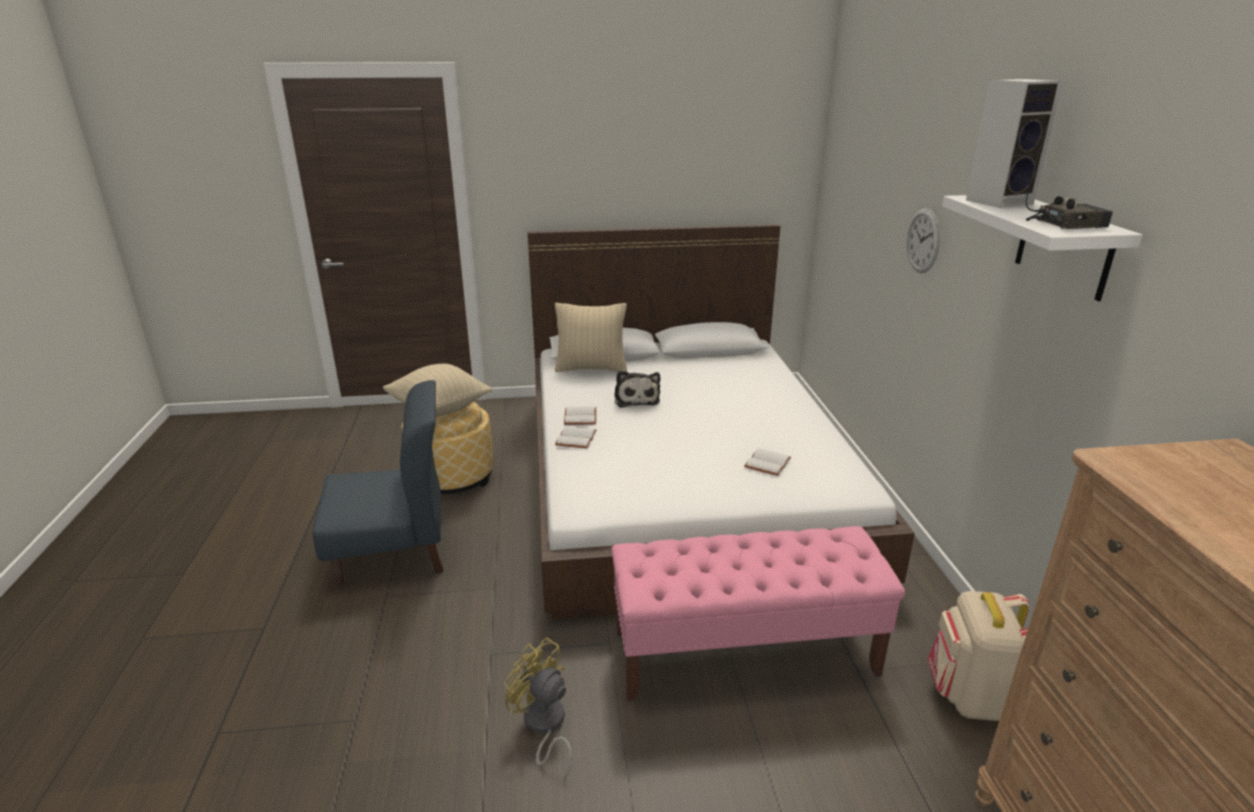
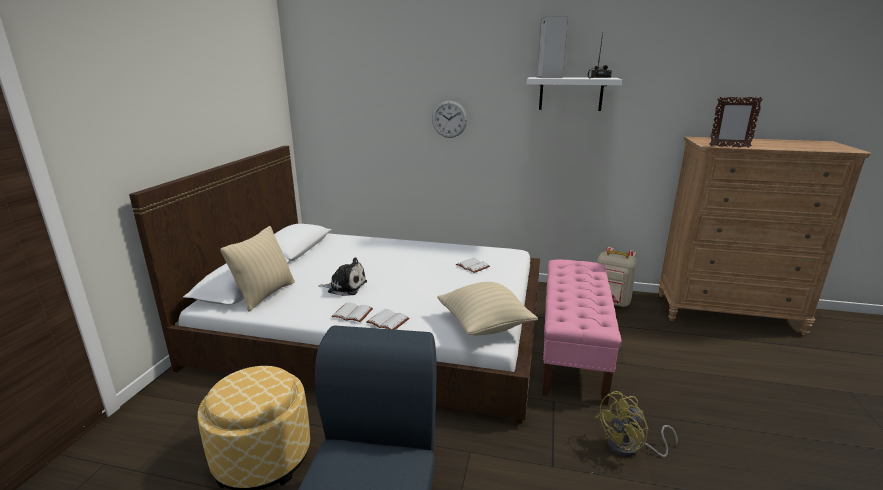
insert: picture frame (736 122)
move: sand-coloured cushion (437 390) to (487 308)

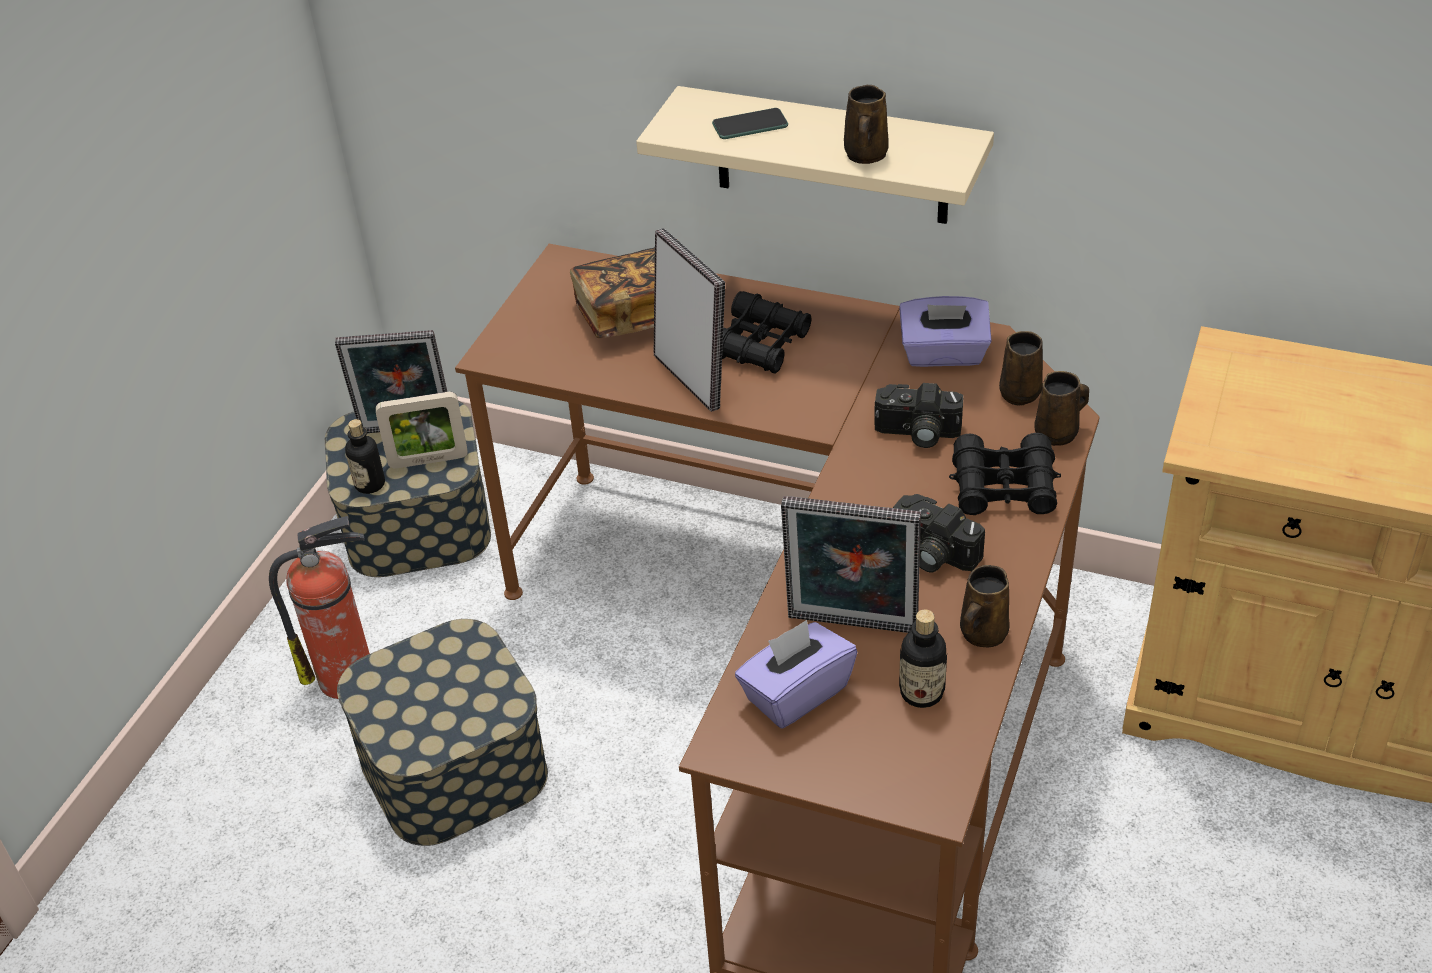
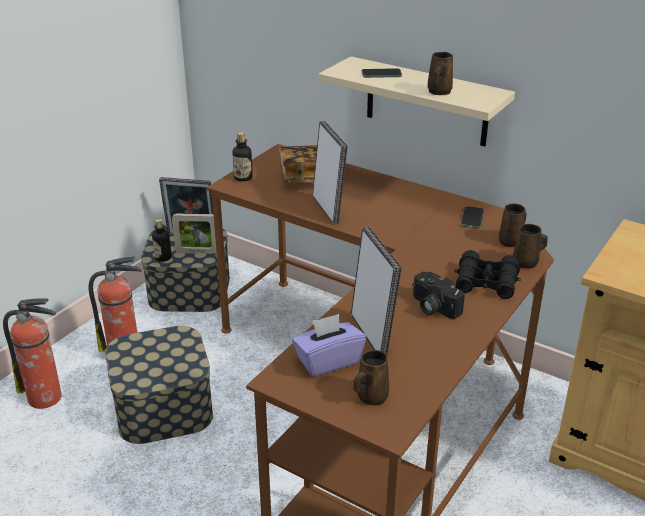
delete: blackish pair of binoculars (766 332); photo camera (919 415)
insert: fire extinguisher (32 353)
move: bottle (923 659) to (243 157); brownish coffee mug (985 606) to (371 377)
replace: purple tissue holder (945 331) to phone (472 217)
rotate: picture frame (851 564) = (376 290) 135 degrees counterclockwise

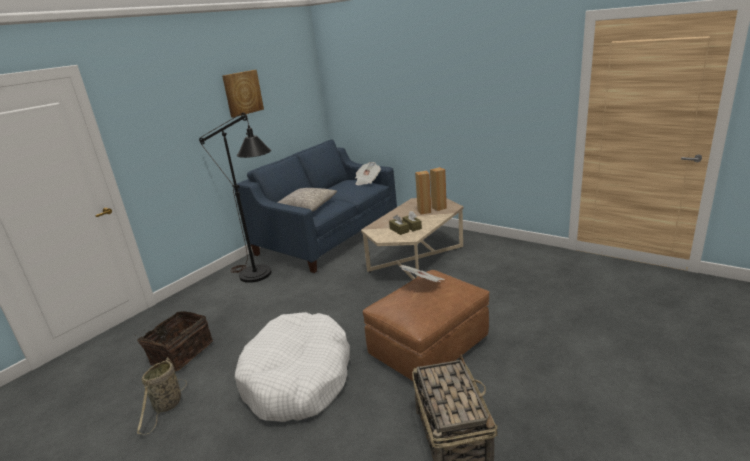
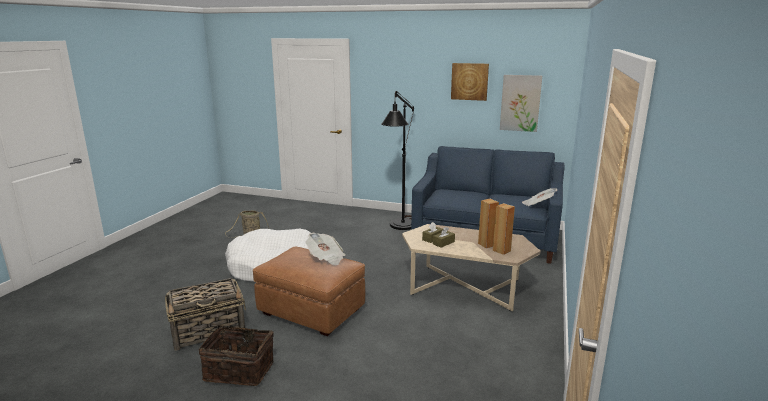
delete: gray cushion (307 200)
insert: wall picture (521 103)
move: basket (174 341) to (236 354)

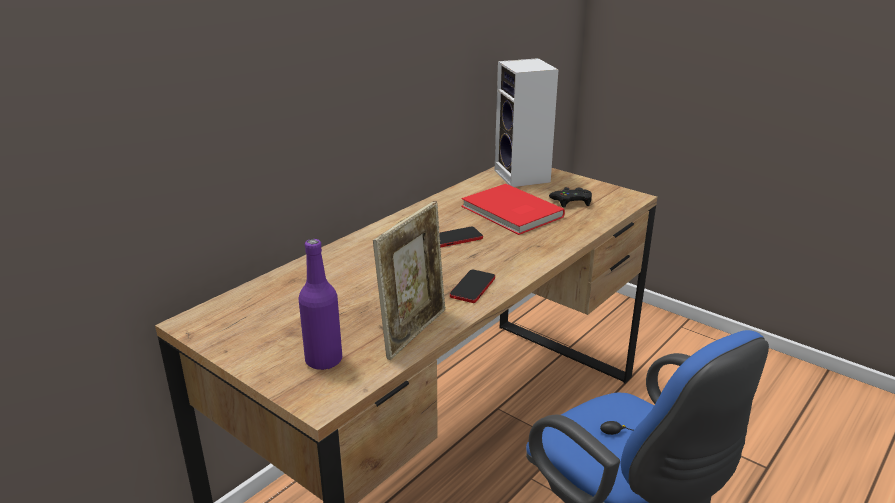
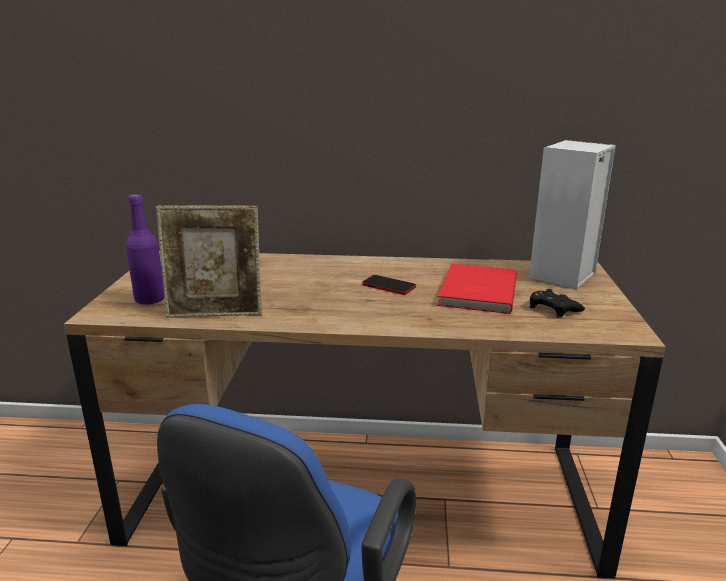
delete: phone (472 286)

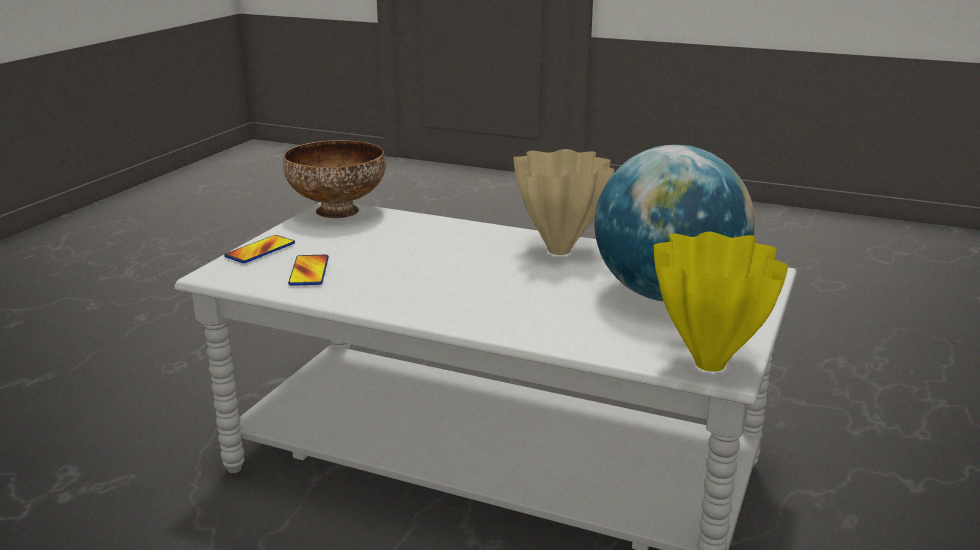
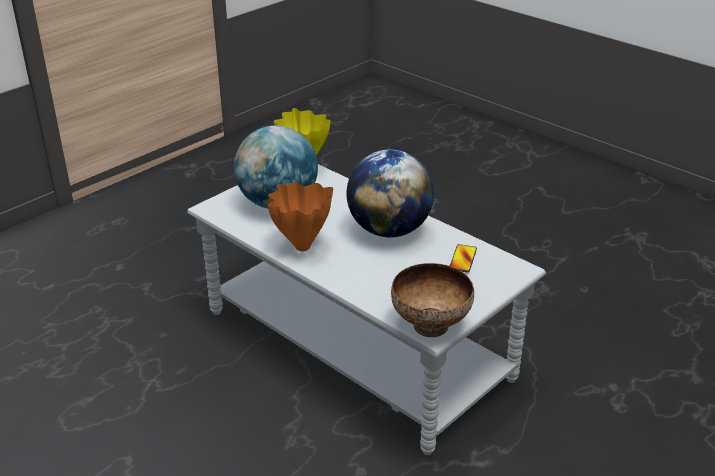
delete: phone (259 249)
insert: globe (390 193)
recolor: sand-coloured vase (563 202) to orange-coloured vase (300 216)

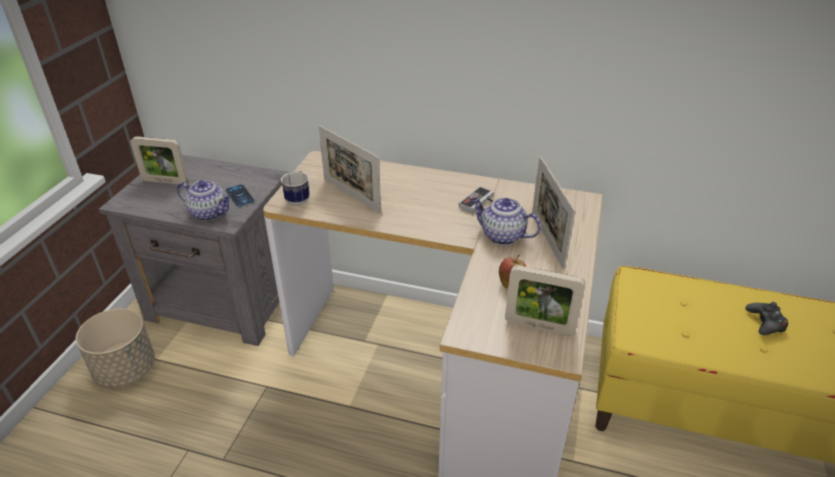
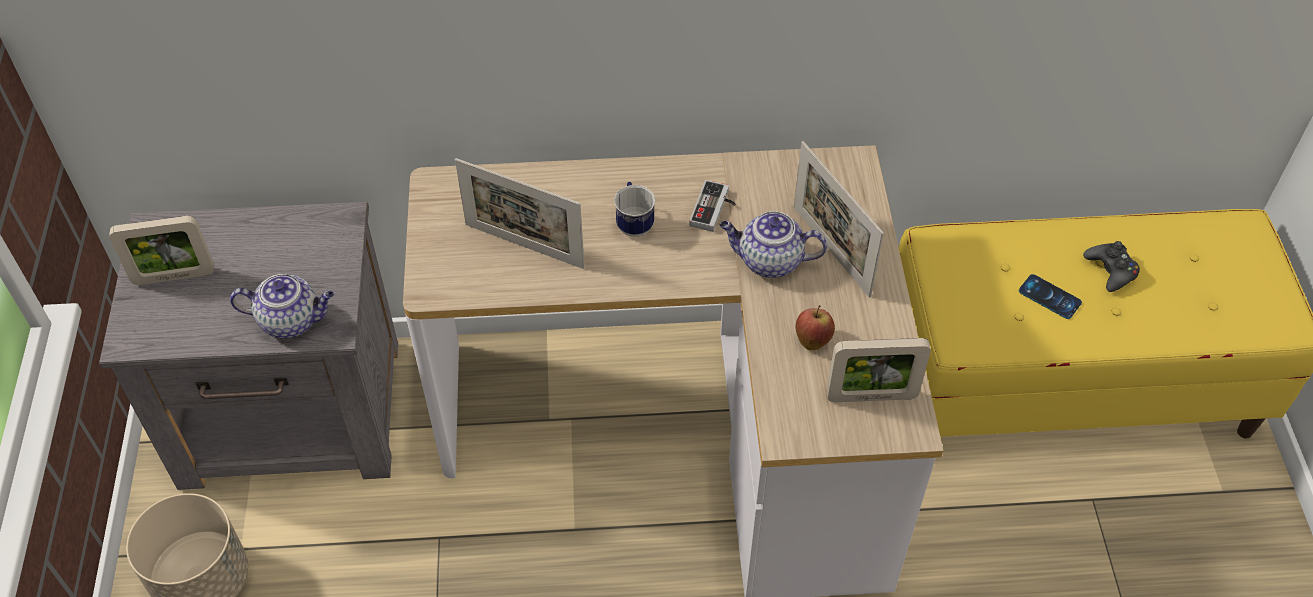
move: phone (240 195) to (1050 296); coffee mug (295 188) to (634 209)

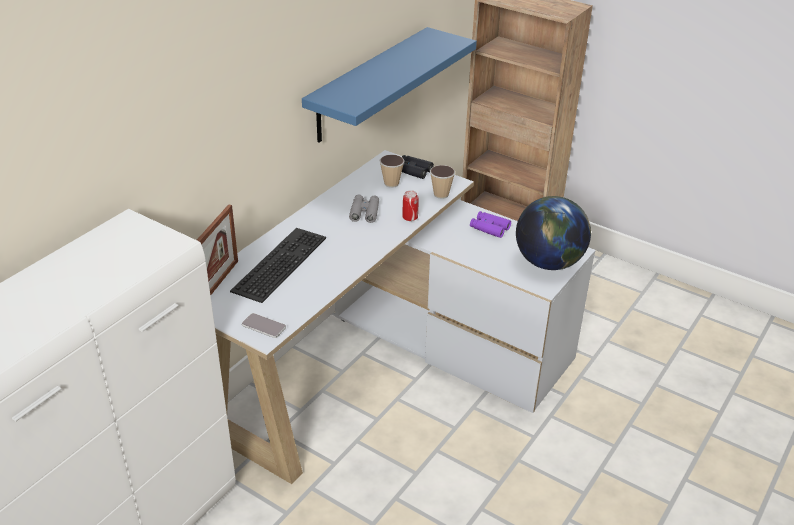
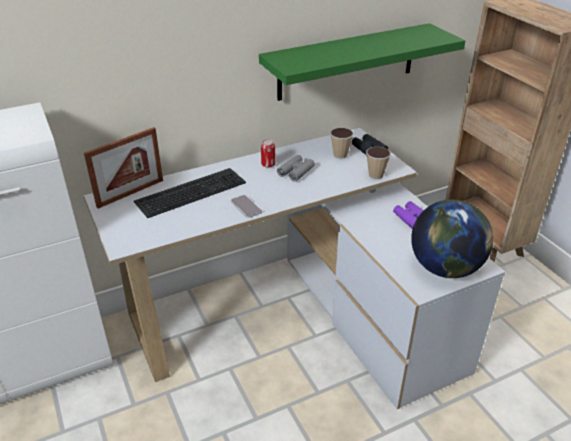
move: phone (264 325) to (246 206); metal can (410 205) to (268 153)
recolor: blue-coloured shelf (389 85) to green-coloured shelf (362 62)

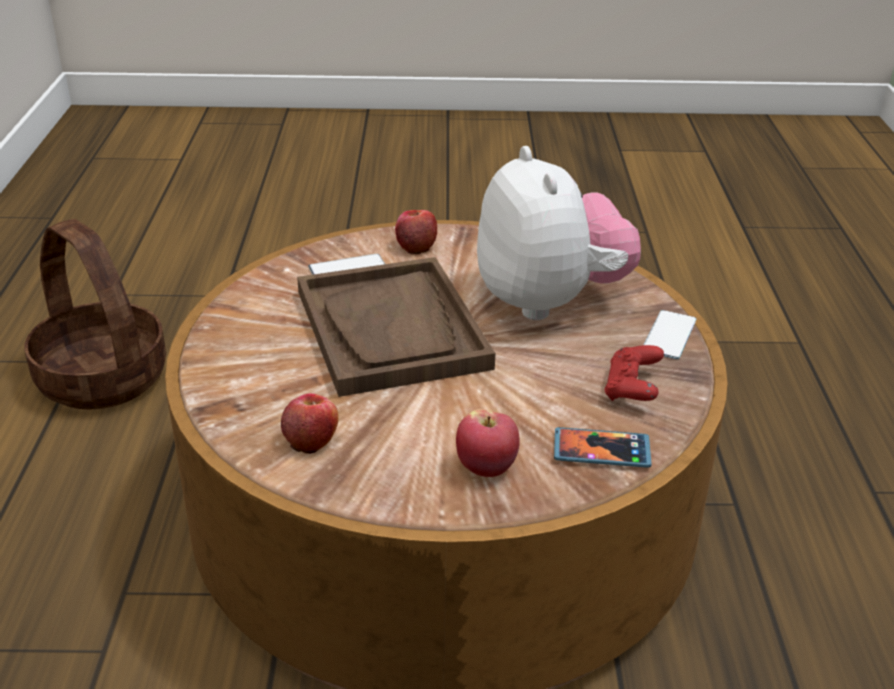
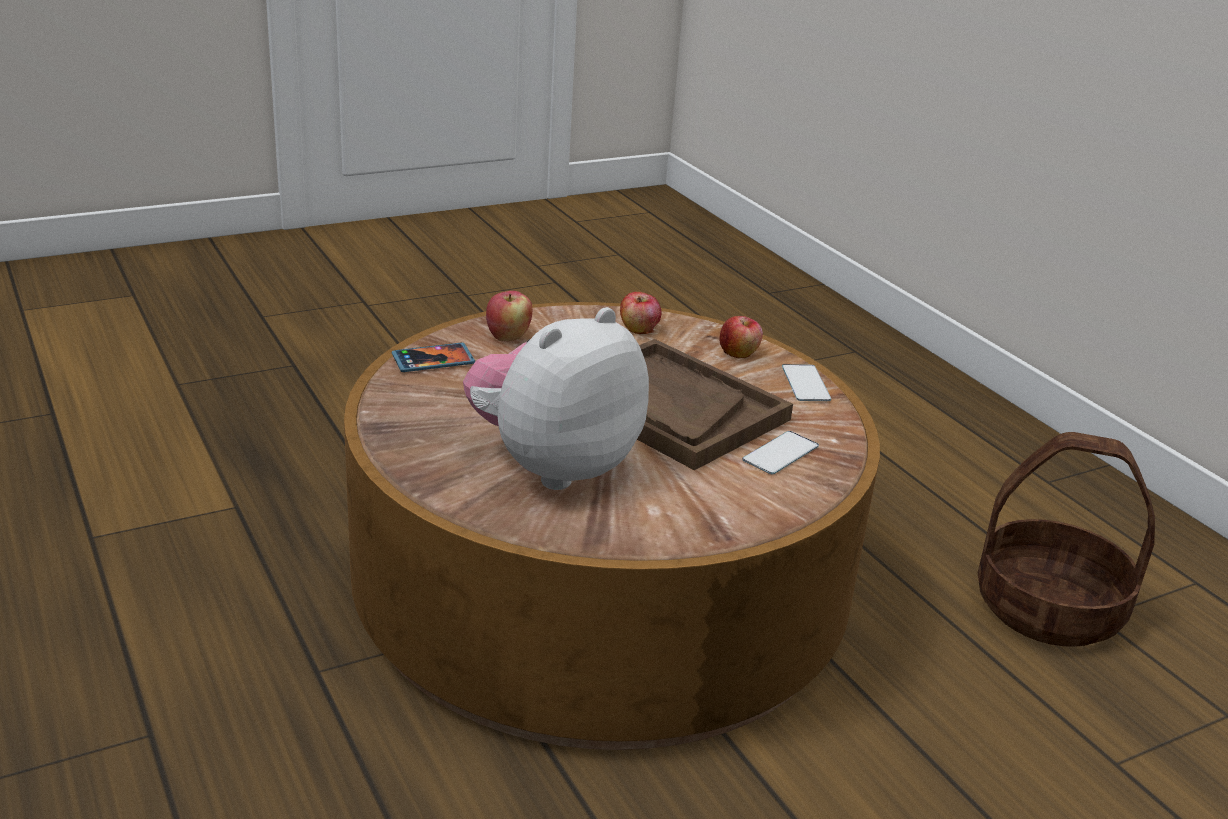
delete: red-coloured game controller (634 373)
move: apple fruit (416 232) to (741 337); phone (670 334) to (806 382)
rotate: plush toy (559 233) = (556 398) 90 degrees clockwise

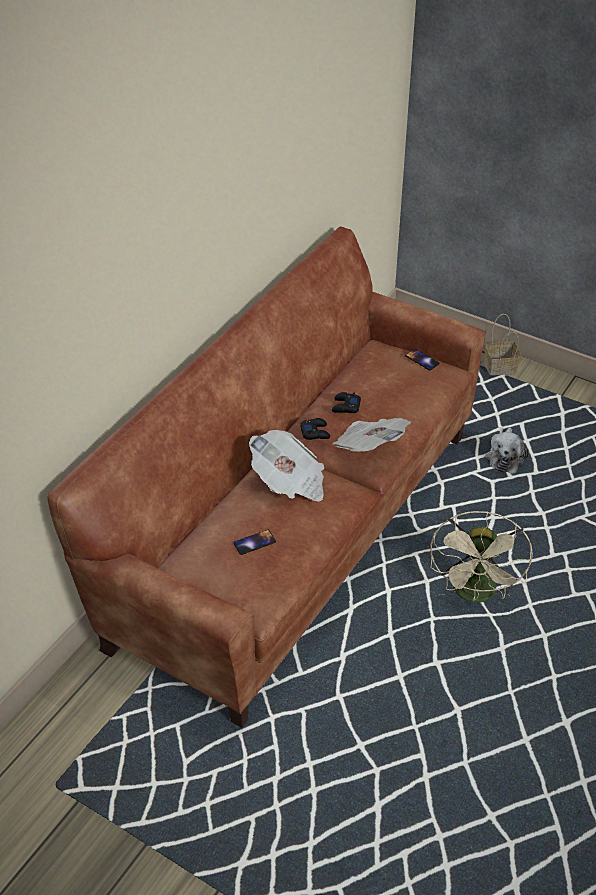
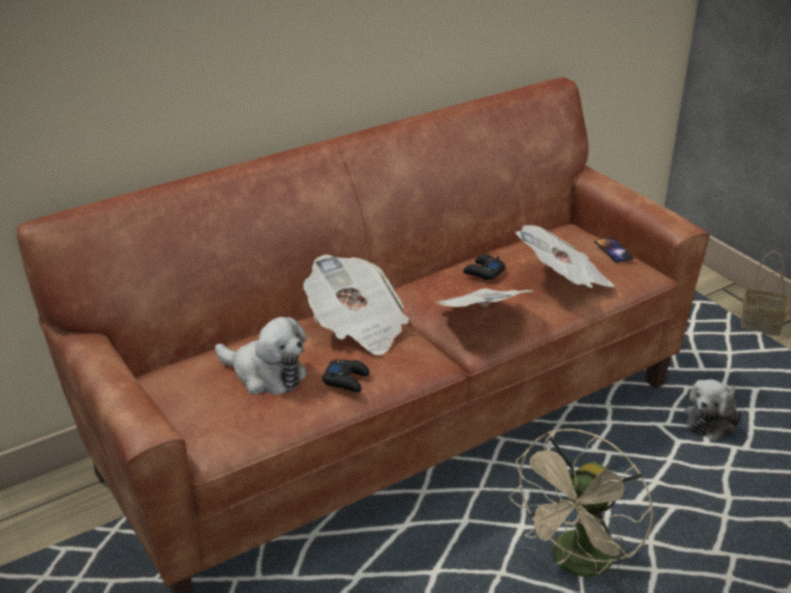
insert: newspaper (565 256)
move: blackish game controller (315 429) to (346 375)
replace: phone (254 542) to plush toy (261 356)

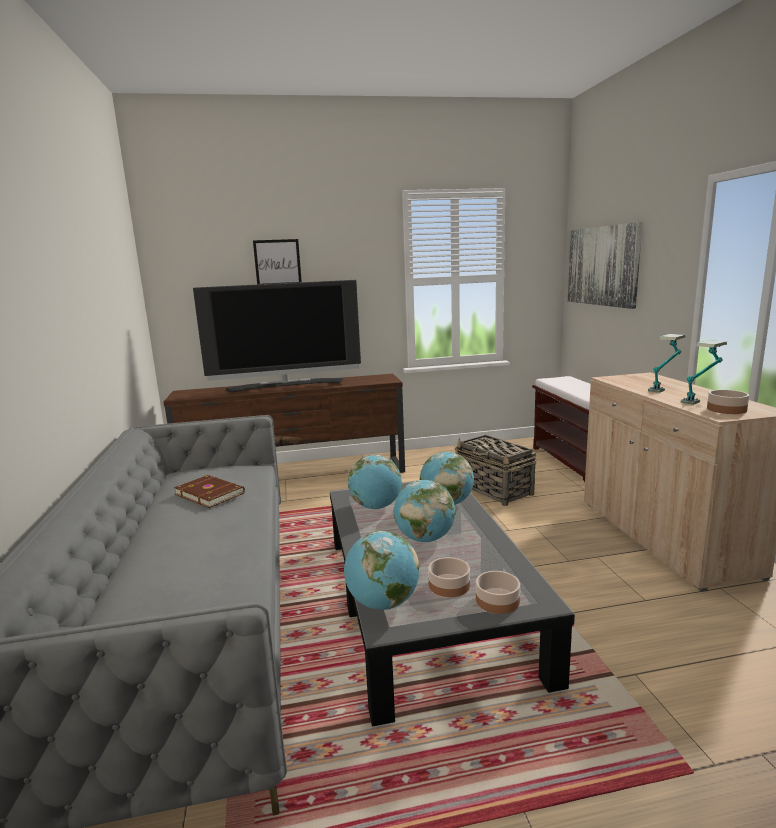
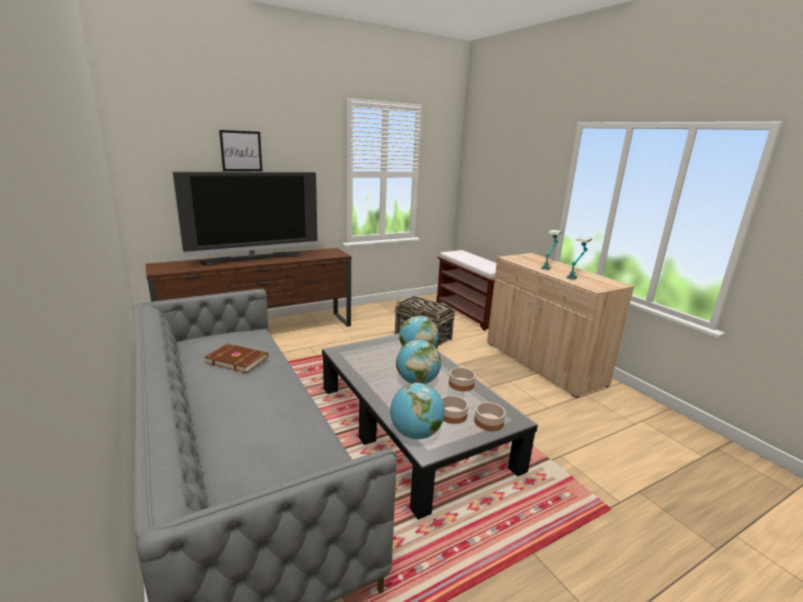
delete: globe (375 482); wall picture (605 265)
move: serving bowl (728 402) to (462 379)

